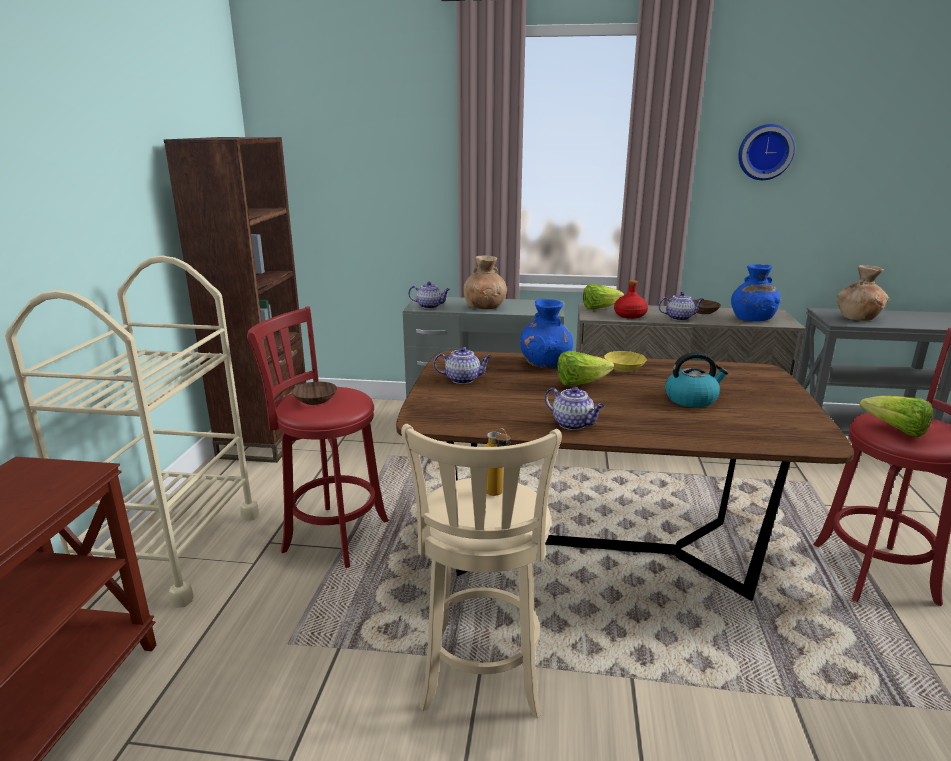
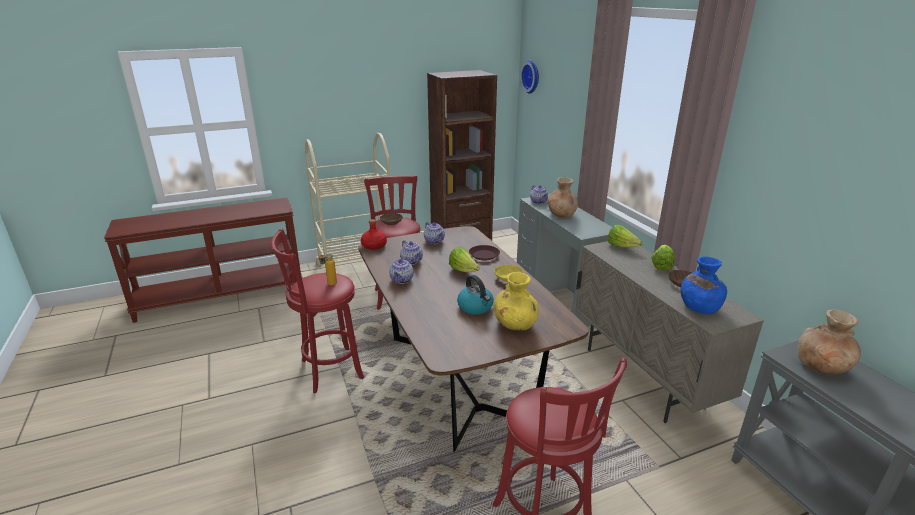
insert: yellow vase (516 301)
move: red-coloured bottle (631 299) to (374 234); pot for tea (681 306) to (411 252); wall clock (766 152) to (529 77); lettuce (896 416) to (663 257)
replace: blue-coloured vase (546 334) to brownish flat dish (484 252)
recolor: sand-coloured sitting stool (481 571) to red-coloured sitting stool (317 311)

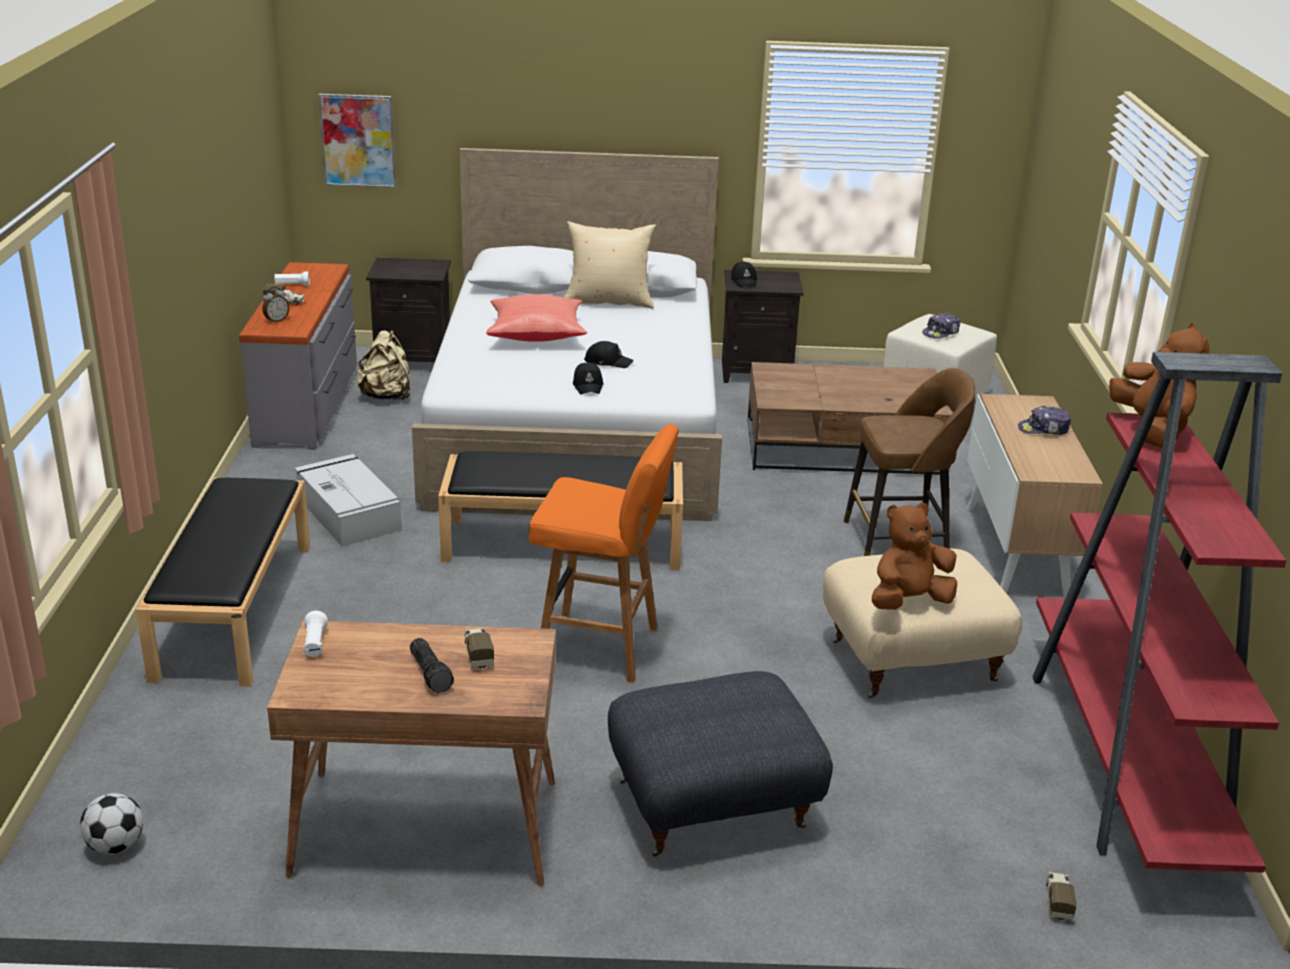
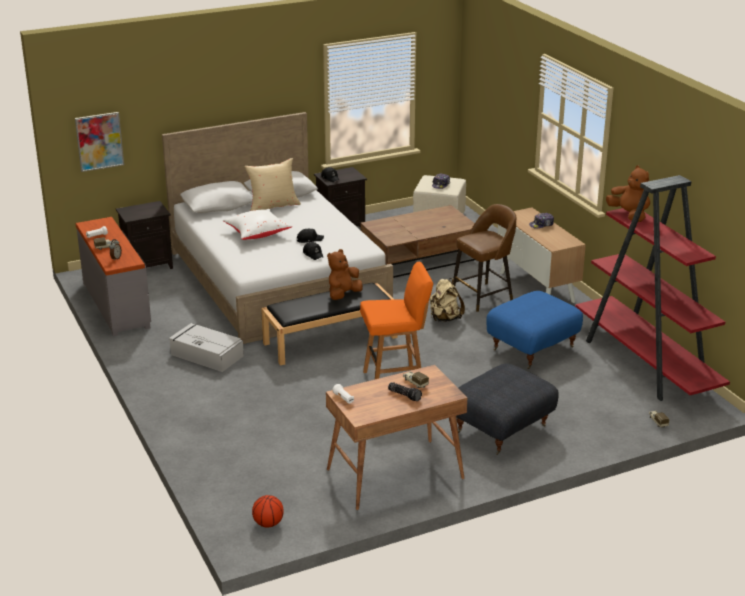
delete: blackish long seat (223 581)
move: sand-coloured knapsack (383 365) to (447 300); brownish plush toy (914 556) to (345 274)
replace: football (111 823) to basketball (268 511)
recolor: red-coloured cushion (536 318) to whitish cushion (257 224); sand-coloured ottoman (922 624) to blue-coloured ottoman (534 330)

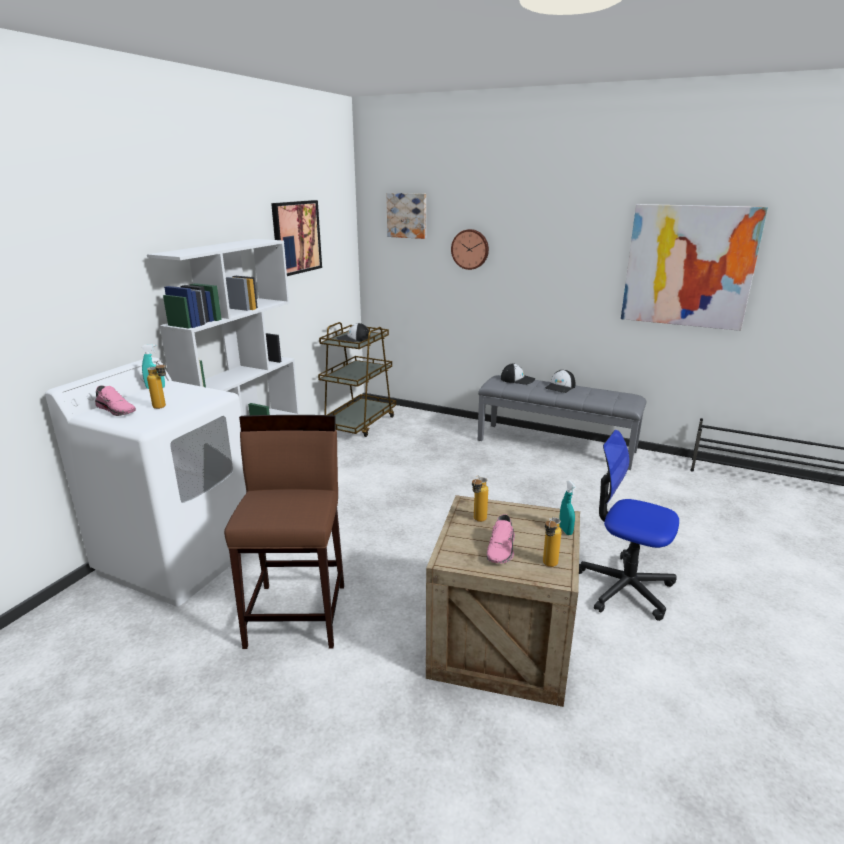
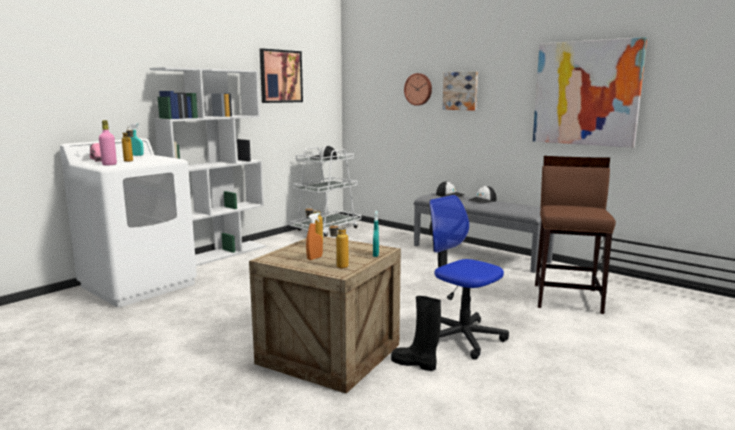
insert: pinkish bottle (108 143); blackish tall boot (416 333)
move: brownish sitting stool (284 532) to (575 235); wall picture (406 216) to (460 91)
replace: pinkish low shoe (501 538) to orange-coloured hand sprayer (314 236)
recolor: brownish trolley (357 379) to whitish trolley (325 192)

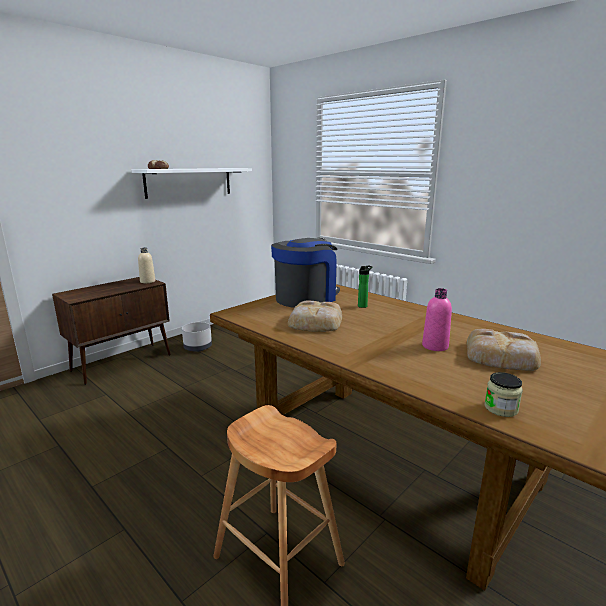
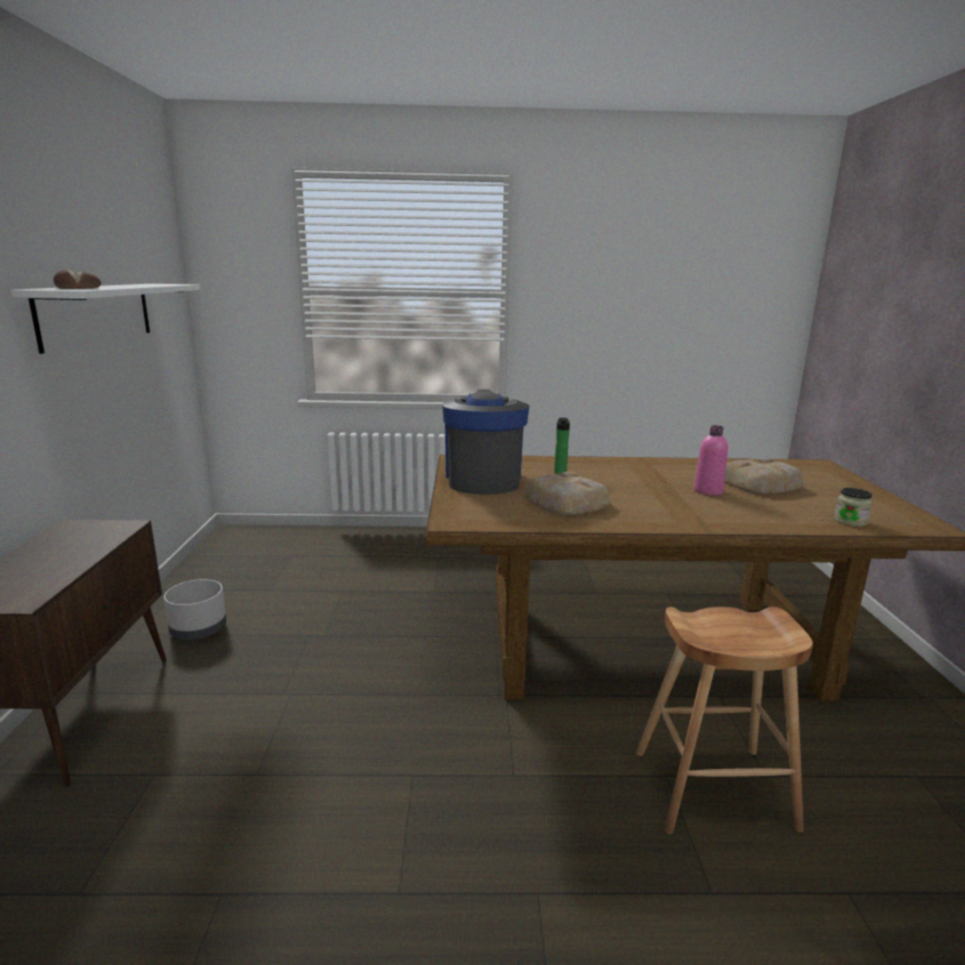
delete: sand-coloured bottle (146 265)

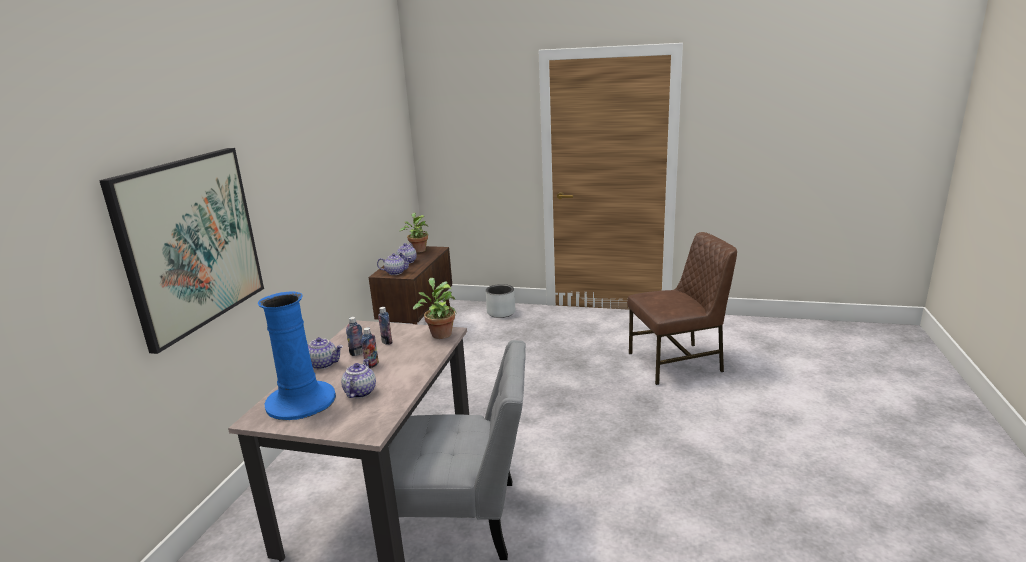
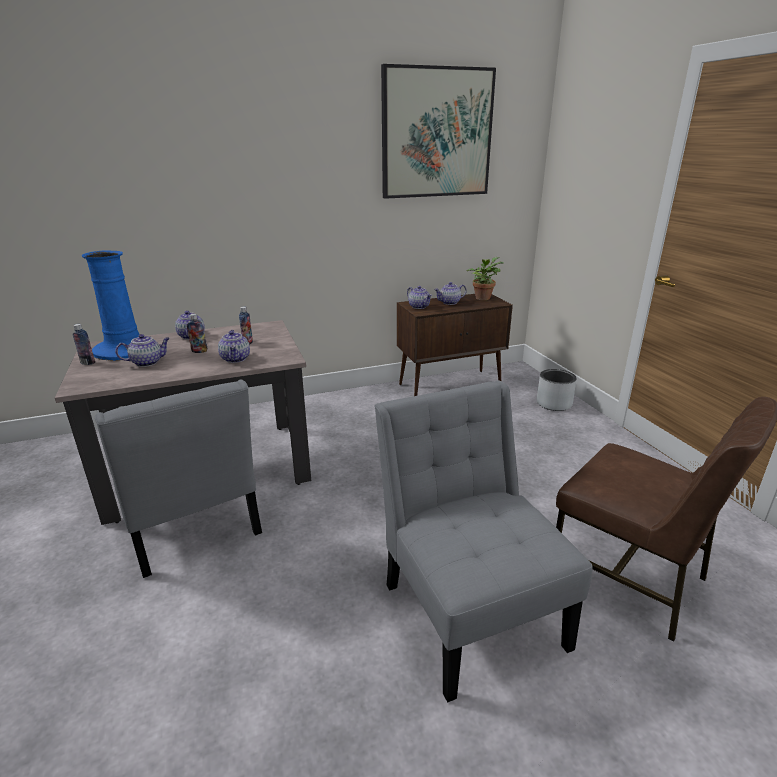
delete: plant in a pot (435 308)
insert: pot for tea (234 346); gray chair (483 541)
move: wall picture (181 251) to (438 131); bottle (354 336) to (83 344)

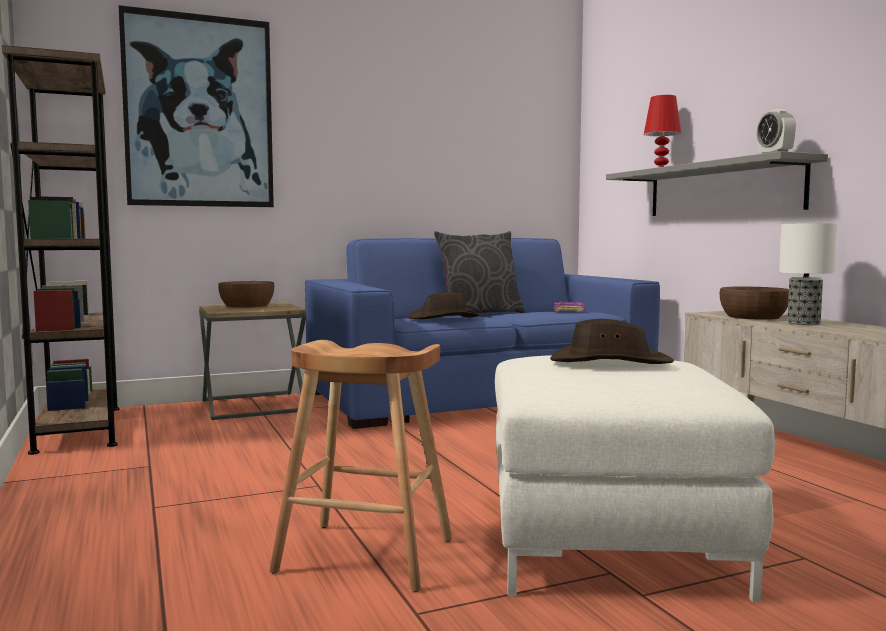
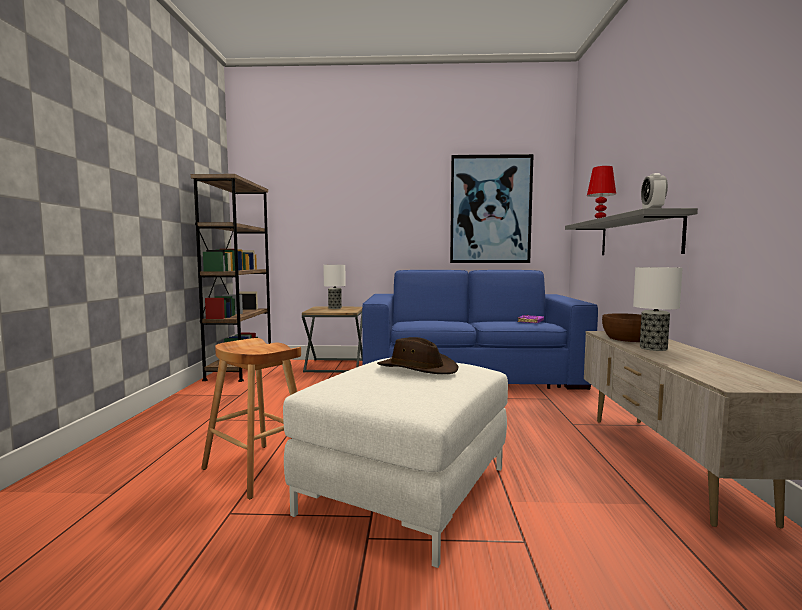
delete: brownish clothing hat (443 305); gray cushion (479 273)
move: wall picture (196 106) to (492 208)
replace: brownish serving bowl (246 294) to tabletop lamp (334 287)

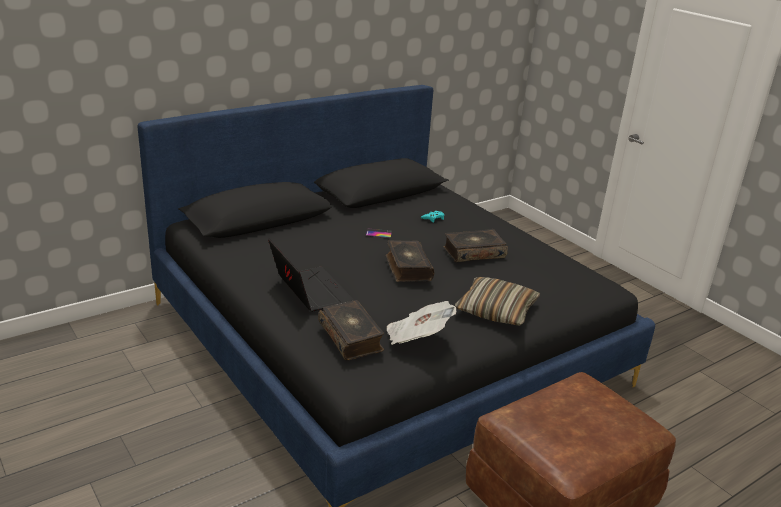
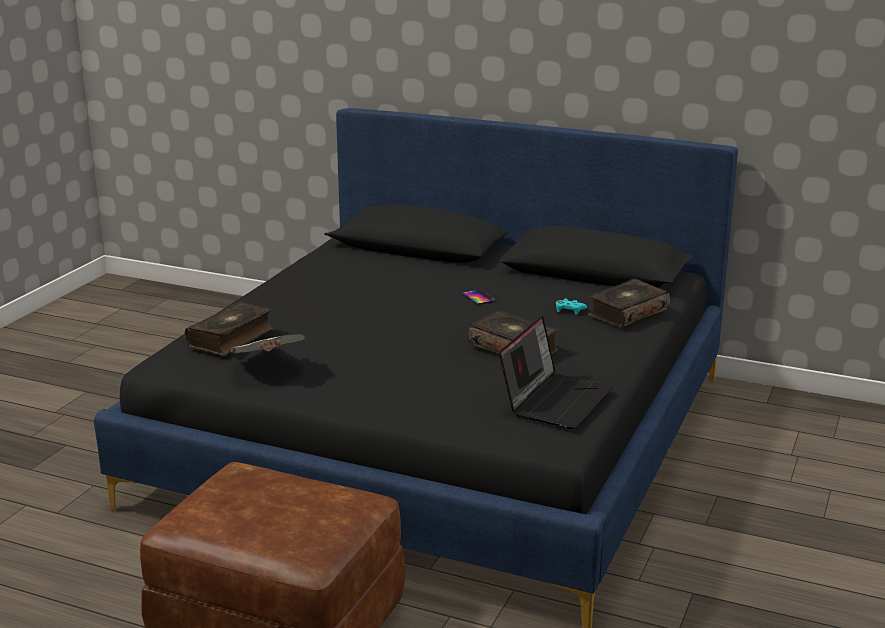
delete: cushion (497 301)
move: laptop (311 275) to (556 372); bound book (409 261) to (629 303)

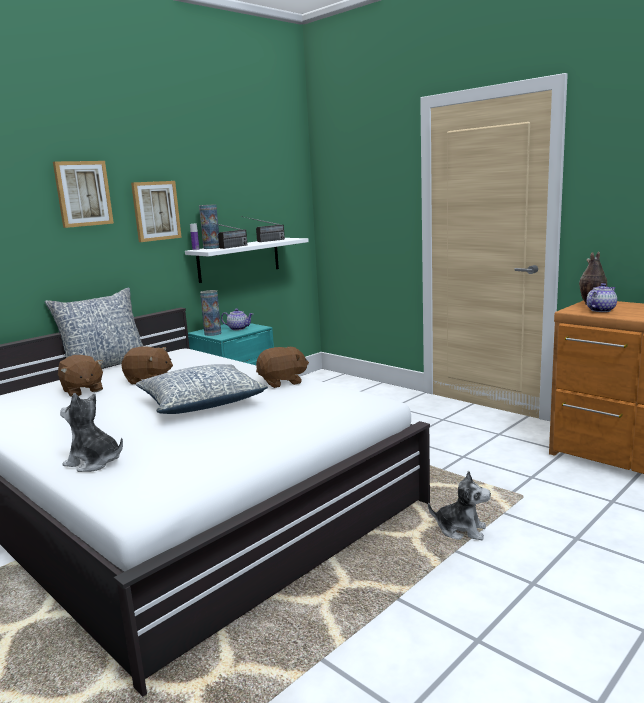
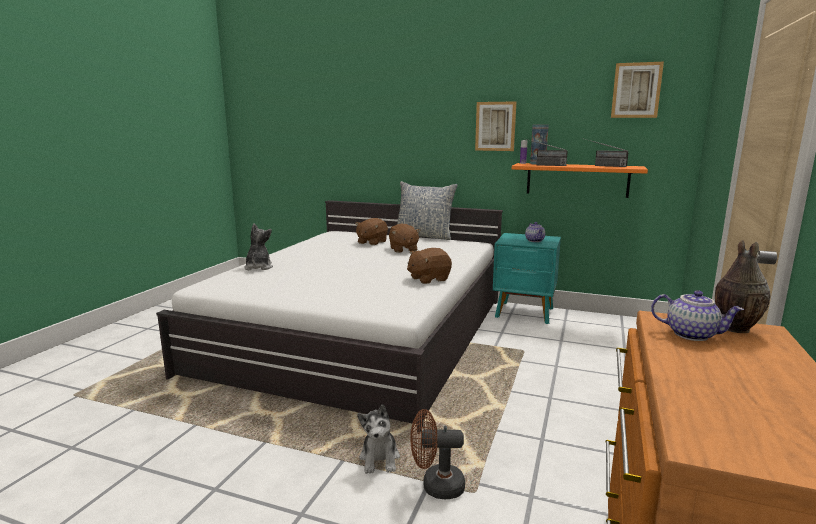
delete: cushion (202 389); vase (210 313)
insert: brownish cooling fan (437 454)
move: wall picture (83 194) to (637 90)
recolor: whitish shelf (247 260) to orange-coloured shelf (580 180)
rotate: brownish plush toy (282 367) = (429 266) 105 degrees clockwise

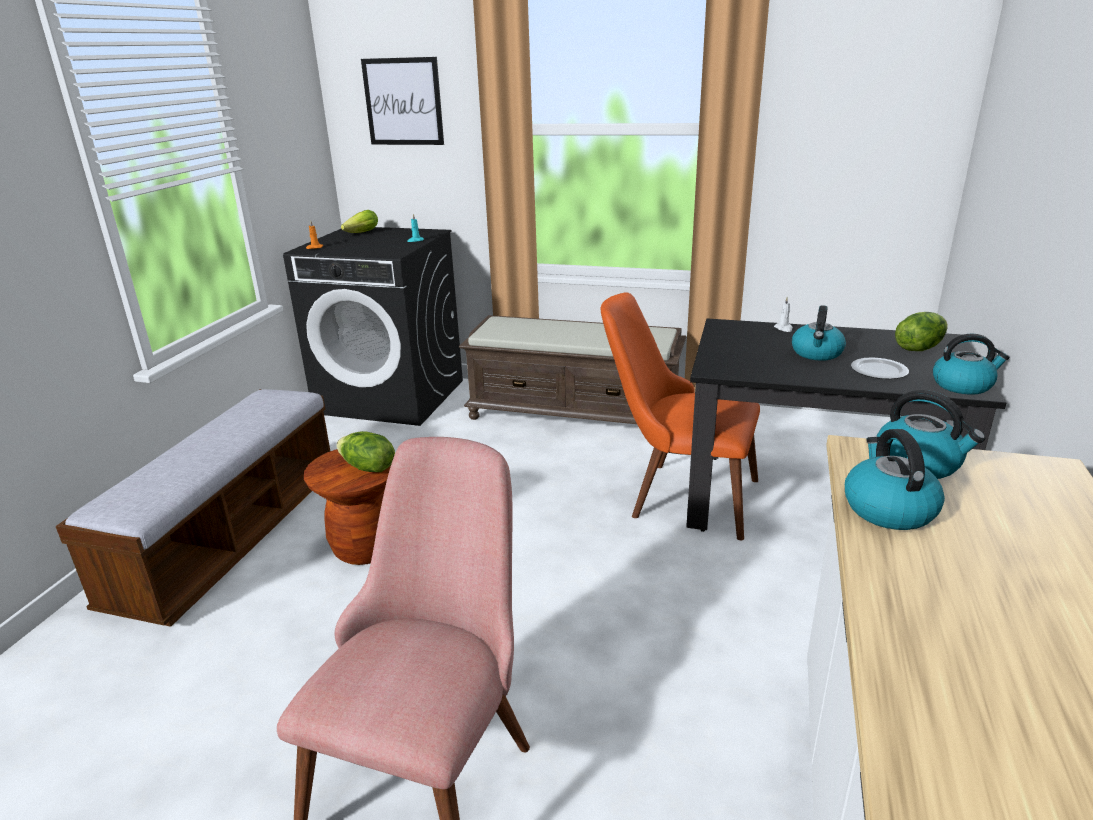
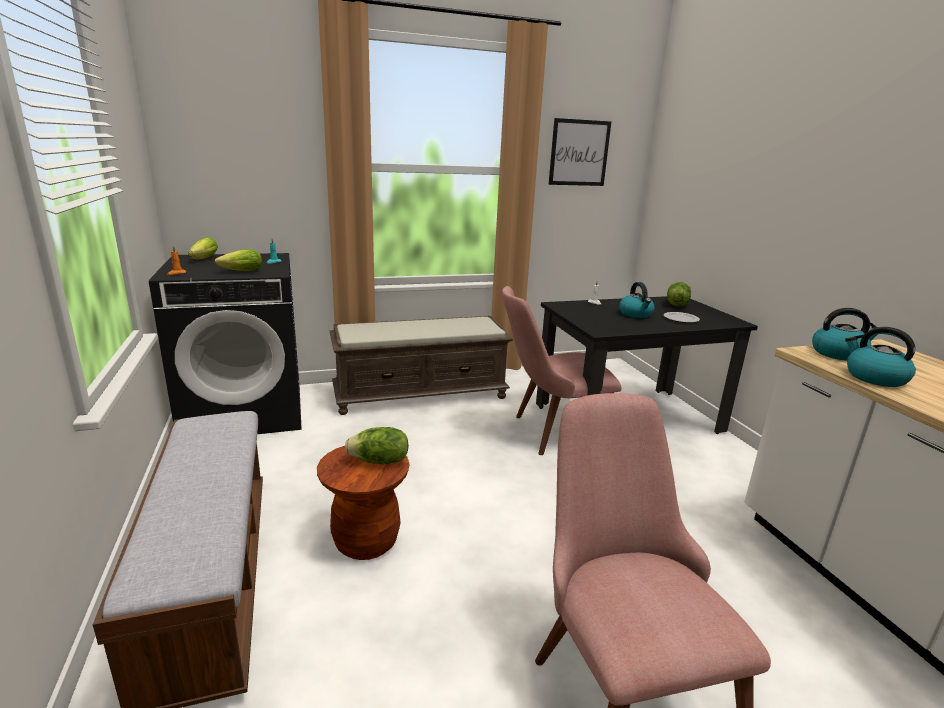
delete: water kettle (971 364)
insert: lettuce (238 260)
move: wall picture (402 101) to (579 152)
recolor: orange-coloured chair (680 416) to pinkish chair (562 370)

